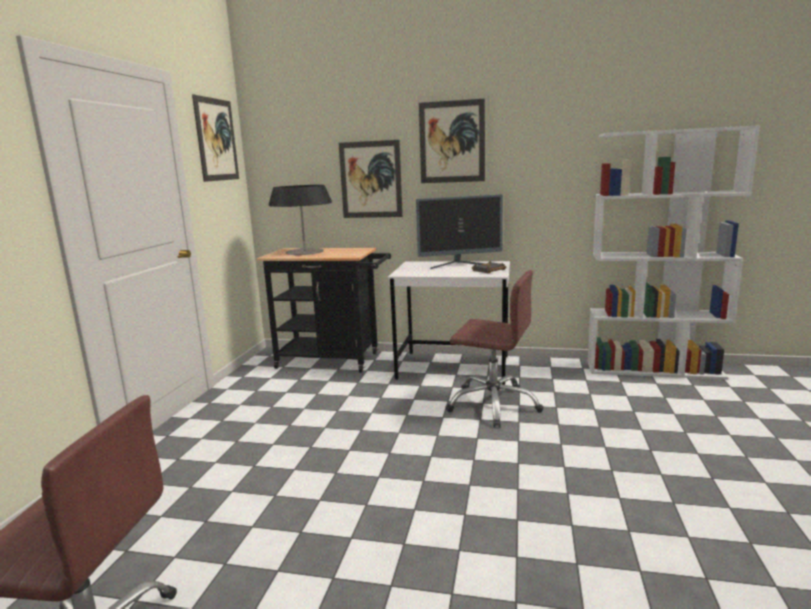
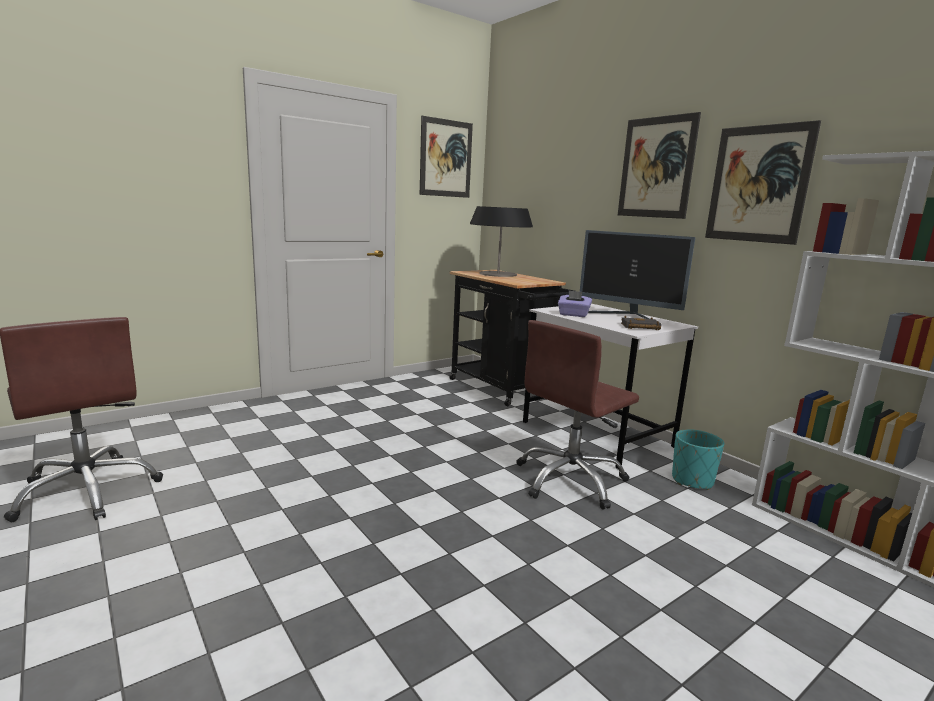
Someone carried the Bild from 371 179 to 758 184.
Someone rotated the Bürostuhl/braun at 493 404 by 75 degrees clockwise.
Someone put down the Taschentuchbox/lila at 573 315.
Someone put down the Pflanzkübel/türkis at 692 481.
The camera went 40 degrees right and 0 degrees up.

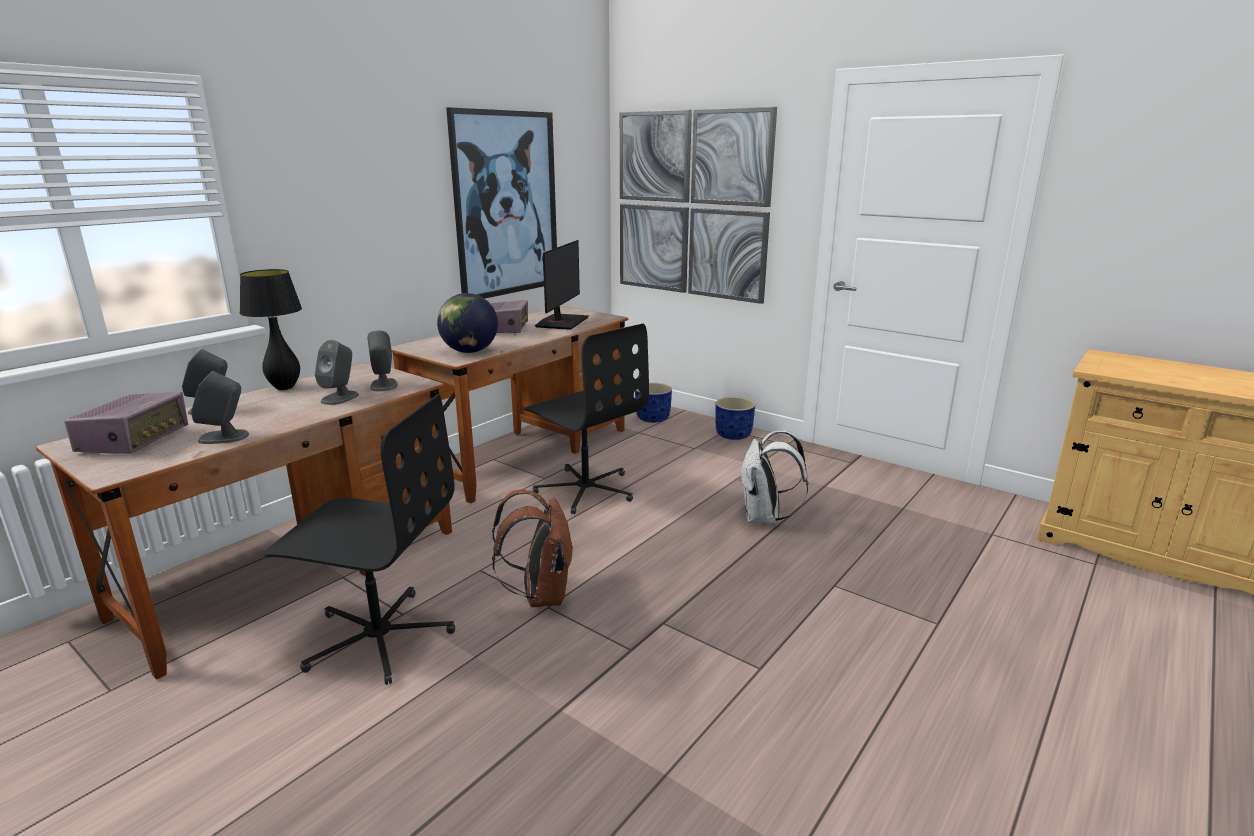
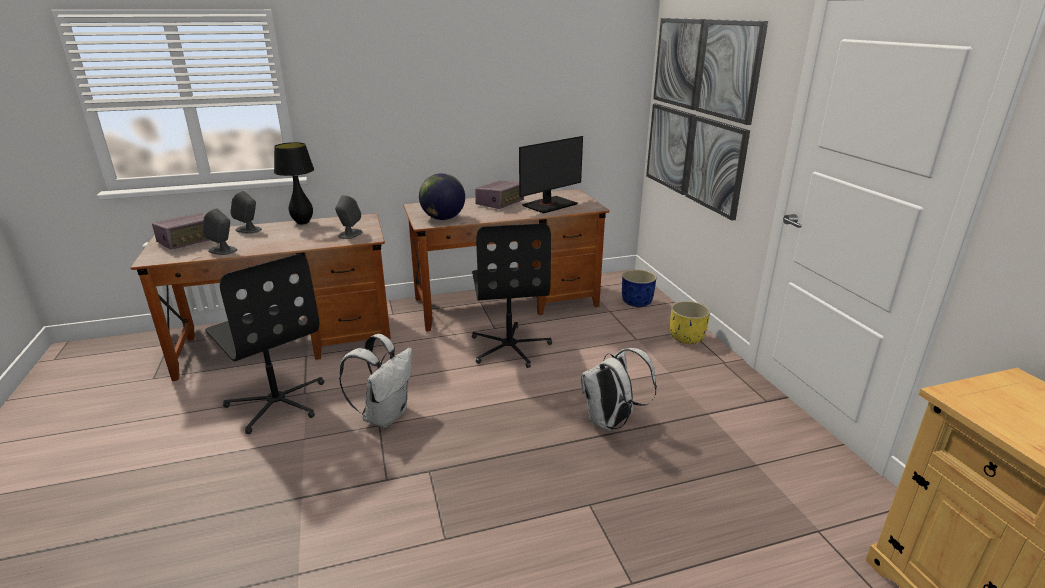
Someone took away the Lautsprecher/grau at 340 398.
Someone took away the Bild at 506 205.
Someone repainted the Rucksack/braun at 540 595, which became the Rucksack/weiß at 385 415.
Someone repainted the Pflanzkübel/blau at 733 435, which became the Pflanzkübel/gelb at 687 338.
The camera went 35 degrees right and 5 degrees up.

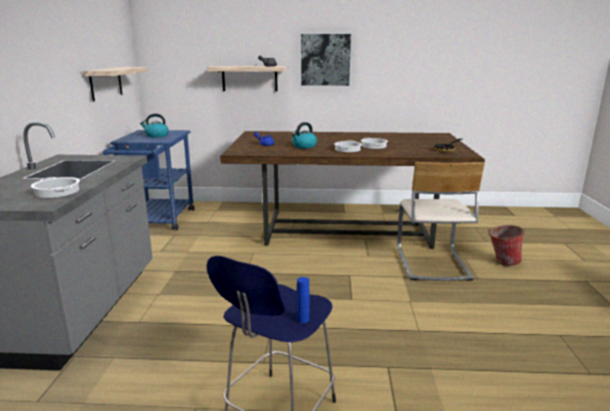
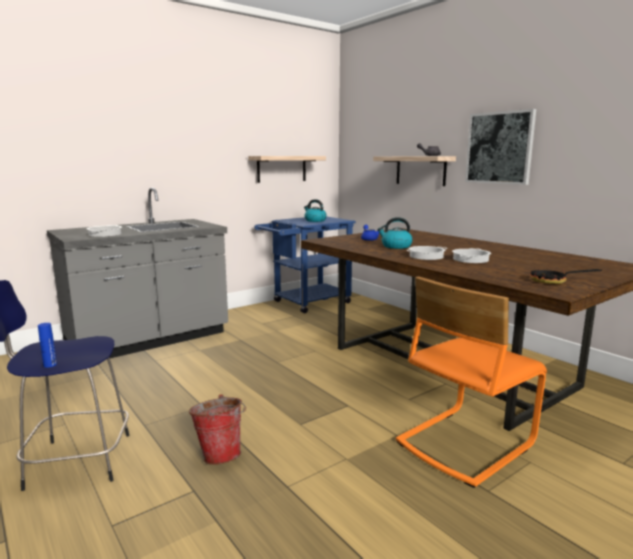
Someone repainted the Stuhl/beige at 431 264, which became the Stuhl/orange at 464 443.
Someone carried the Eimer from 502 262 to 220 454.
The camera went 50 degrees right and 5 degrees down.

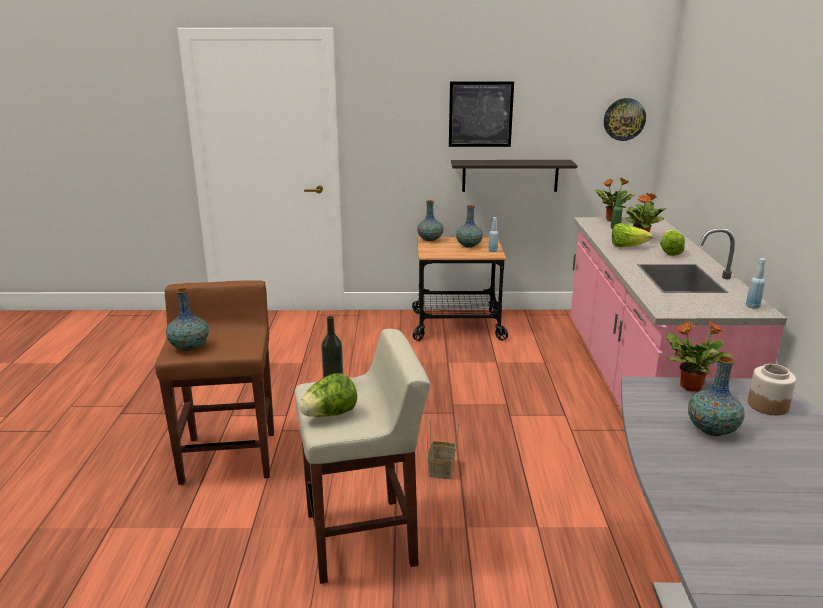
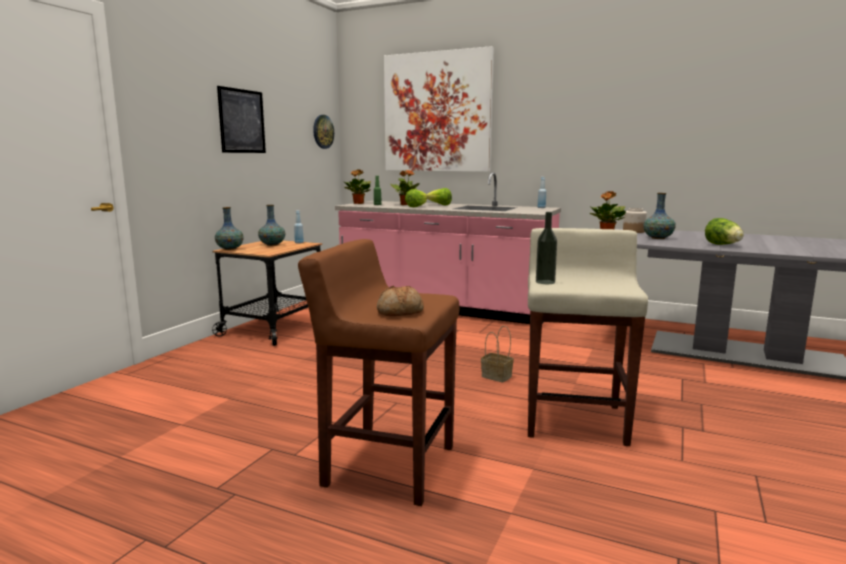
Someone swapped the Vase at 189 347 for the Brot at 399 312.
Someone carried the Salatkopf from 329 414 to 723 245.
Someone took away the Wandregal at 510 175.
Someone put up the Bild at 437 112.
The camera went 65 degrees left and 10 degrees down.

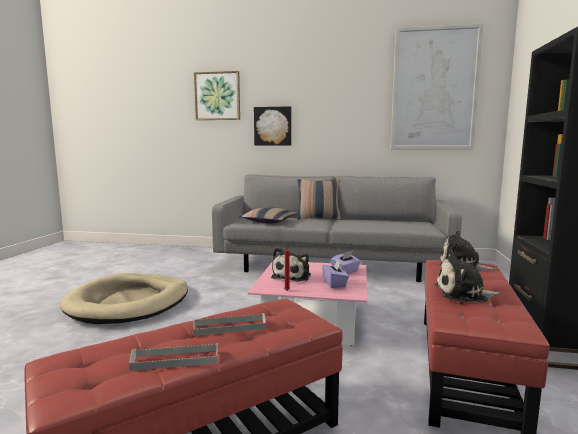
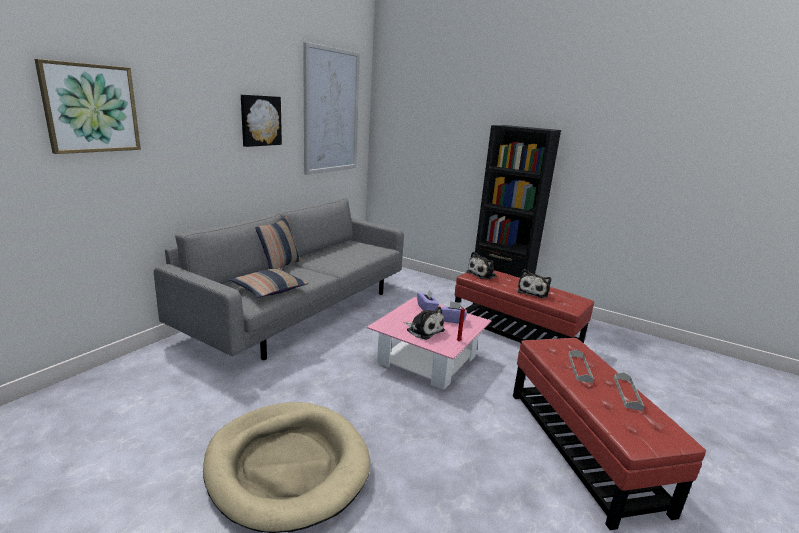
Someone carried the Bild from 273 126 to 260 120.
The camera went 70 degrees left and 10 degrees up.

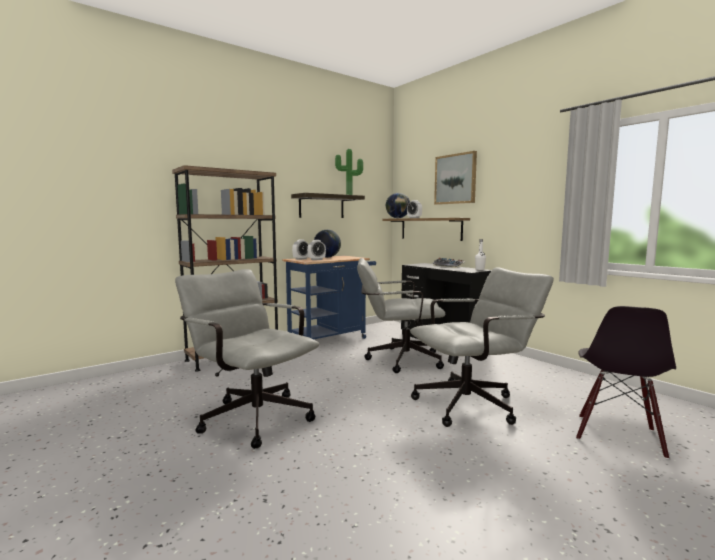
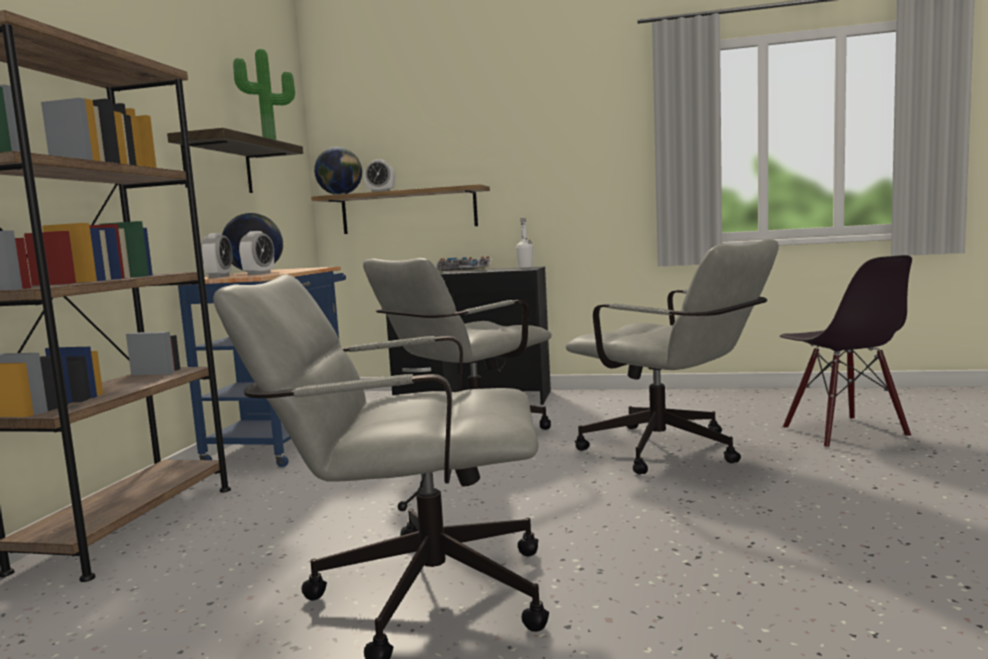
Someone rotated the Bürostuhl/grau at 474 404 by 105 degrees clockwise.
Someone took away the Bild at 455 179.
The camera went 40 degrees left and 0 degrees up.

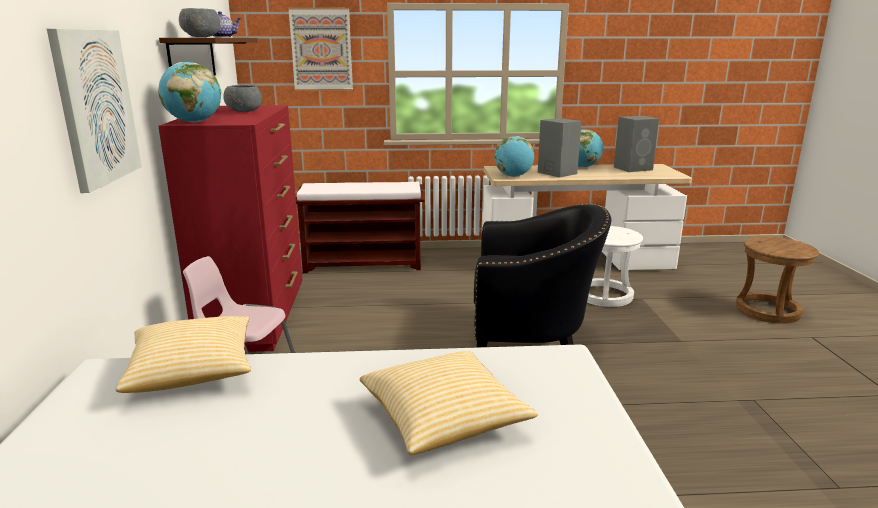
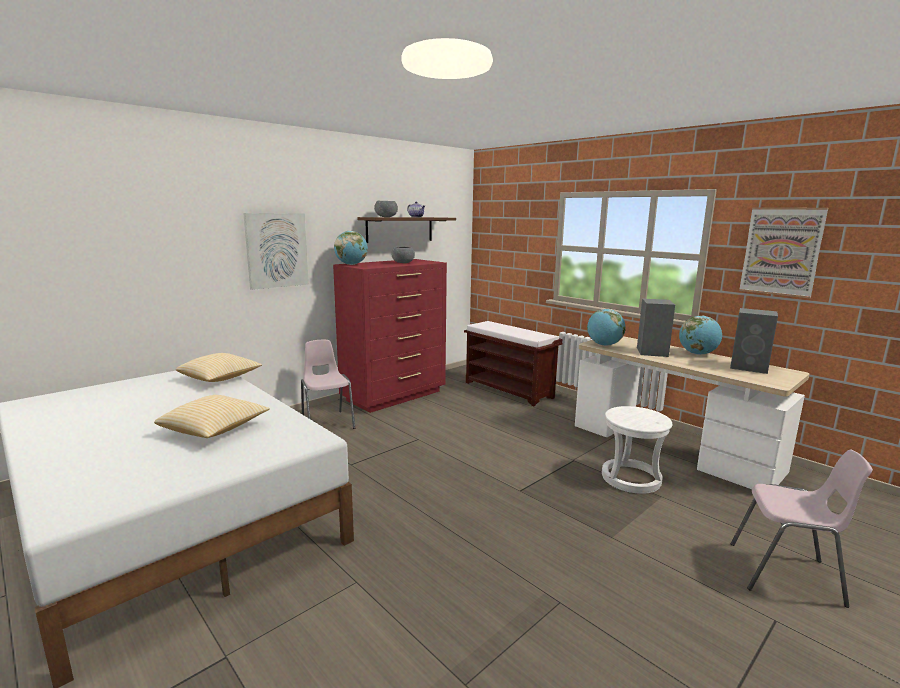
Someone carried the Bild from 321 50 to 781 251.
Someone took away the Sessel/schwarz at 532 339.
Someone swapped the Hocker/braun at 768 310 for the Stuhl/rosa at 786 575.
The camera went 50 degrees right and 5 degrees down.

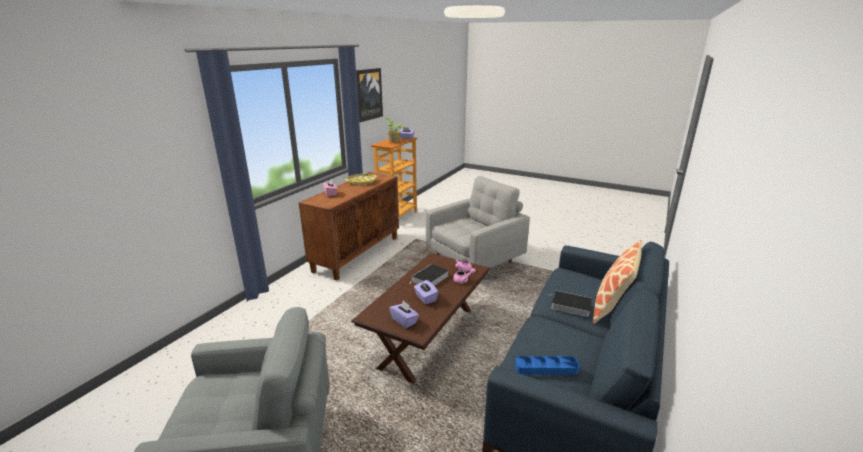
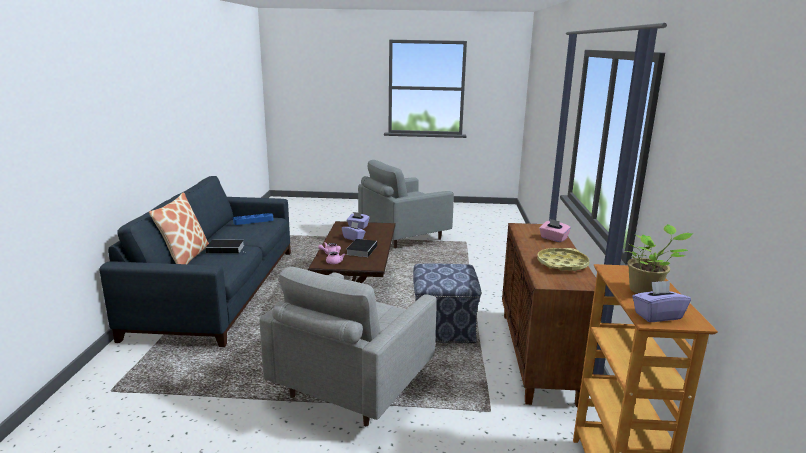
Someone took away the Bild at 368 94.
Someone put down the Polsterhocker at 443 328.
The camera went 155 degrees right and 5 degrees down.

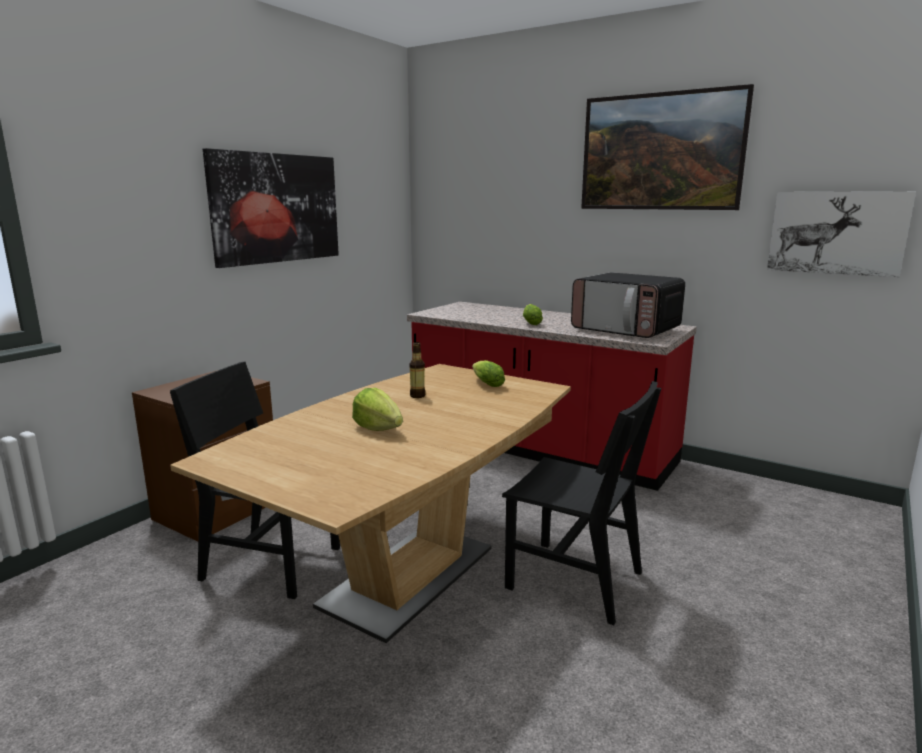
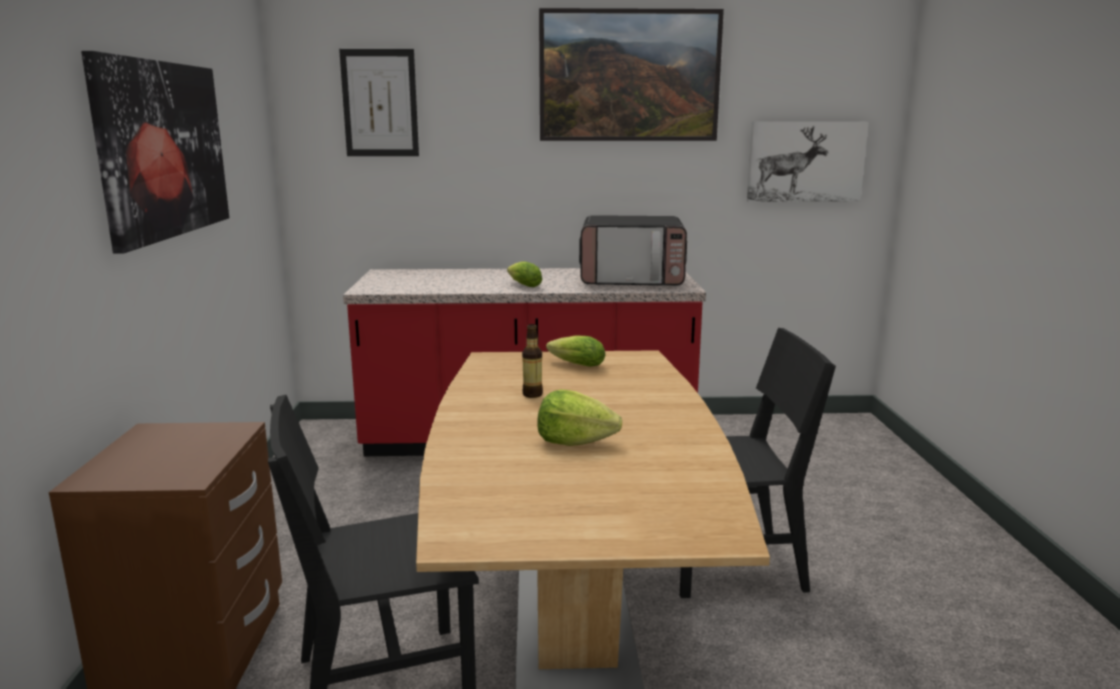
Someone put up the Bild at 380 103.
The camera went 35 degrees left and 0 degrees up.

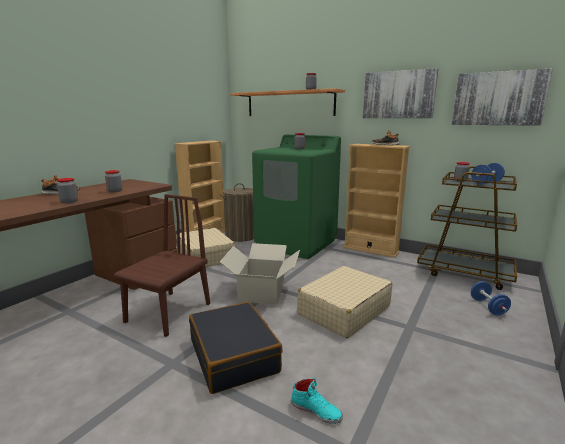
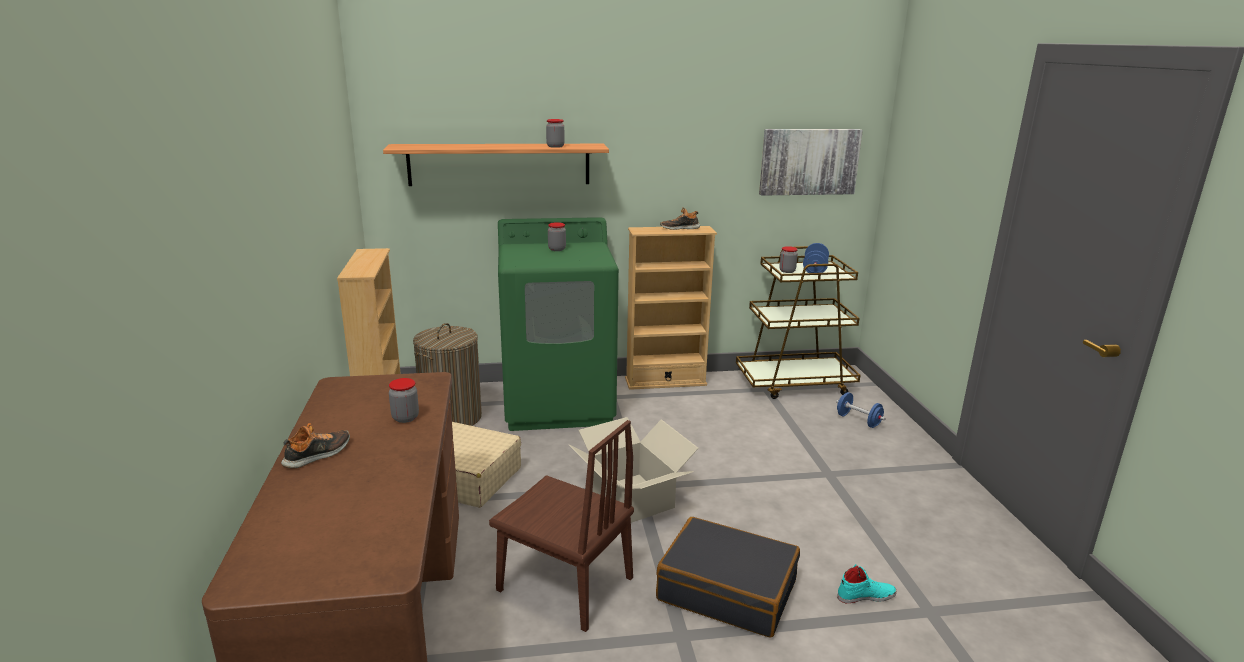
Someone took away the Vorratsglas at 69 202.
Someone rotated the Stuhl/braun at 168 312 by 135 degrees clockwise.
Someone took away the Koffer/beige at 344 310.
Someone took away the Bild at 398 95.
The camera went 40 degrees left and 5 degrees up.

